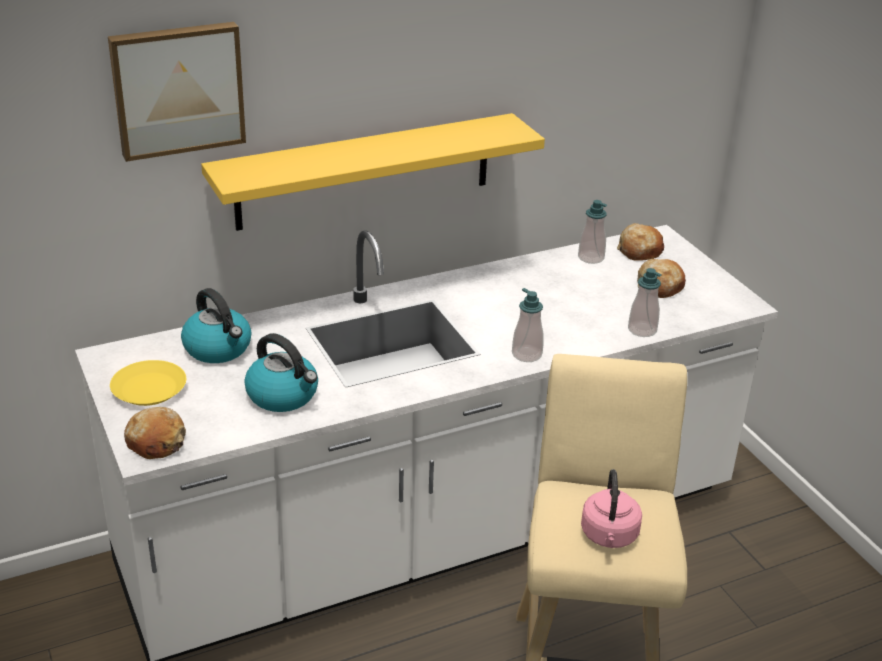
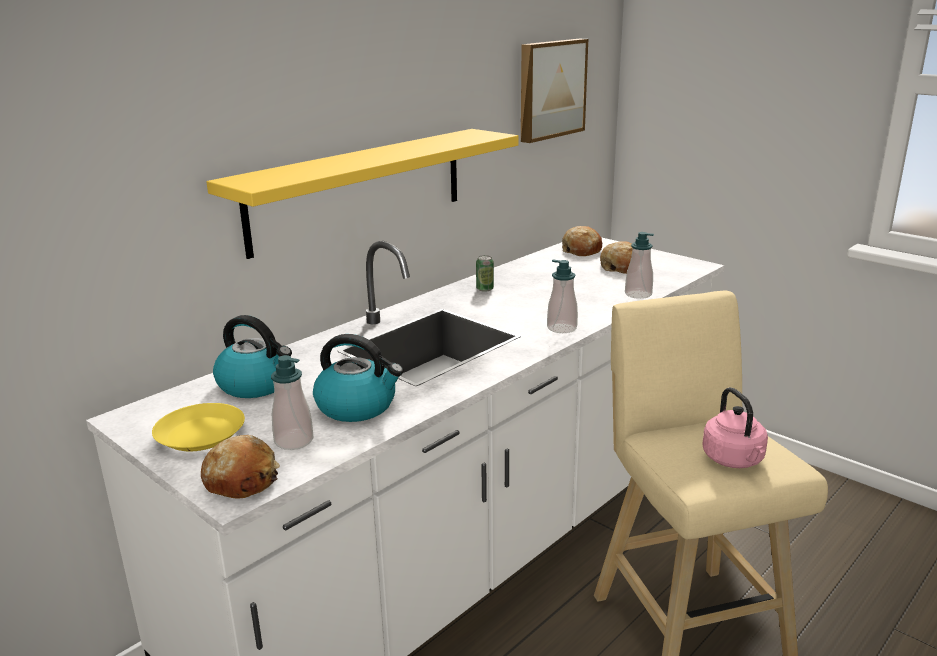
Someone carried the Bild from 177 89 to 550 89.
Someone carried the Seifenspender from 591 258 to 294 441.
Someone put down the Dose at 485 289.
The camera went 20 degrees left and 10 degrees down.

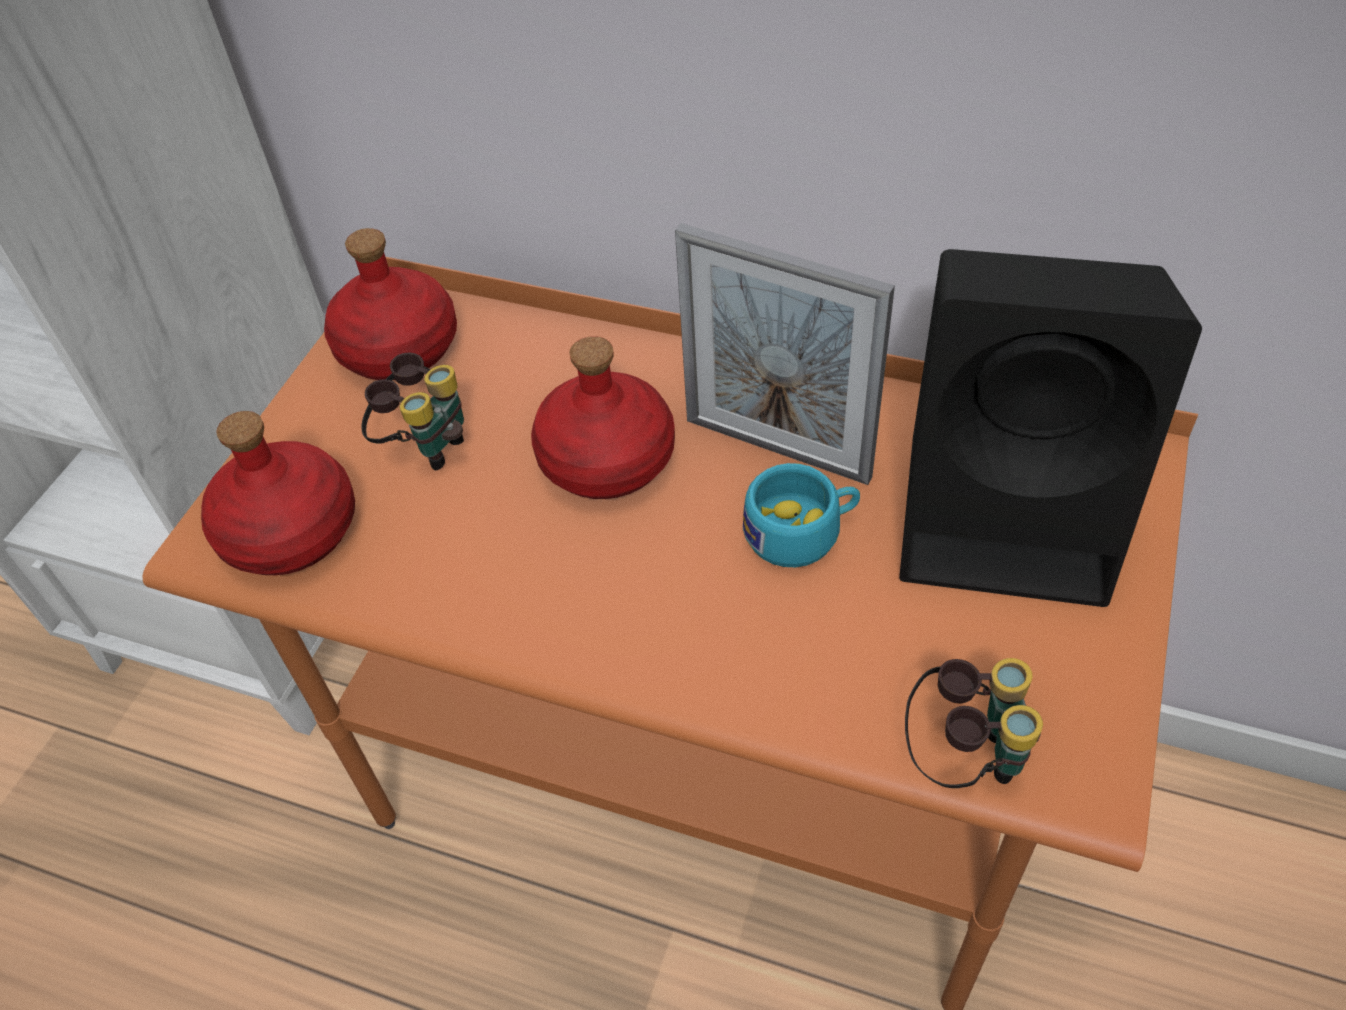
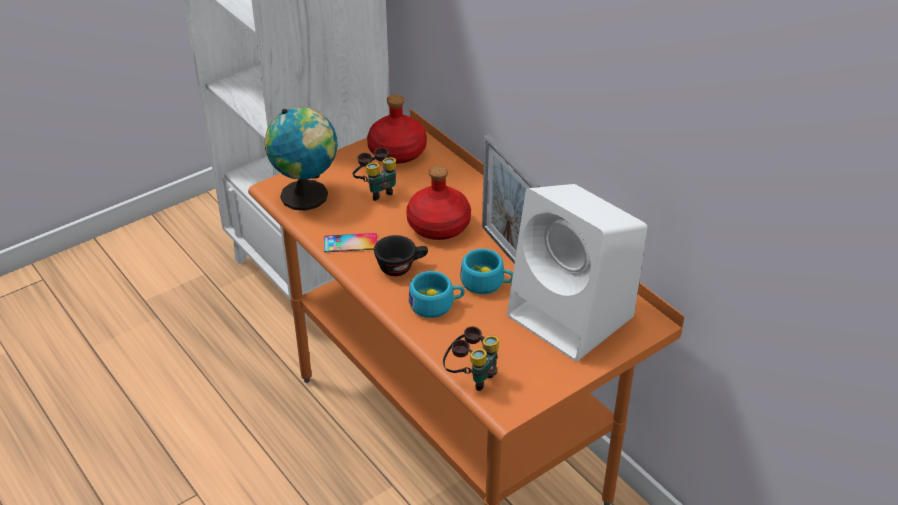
Someone swapped the Flasche/rot at 291 530 for the Globus at 307 196.
Someone repainted the Lautsprecher/schwarz at 1011 517, which became the Lautsprecher/weiß at 573 317.
Someone put down the Handy at 350 243.
Someone put down the Tasse/schwarz at 401 266.
Someone put down the Tasse/türkis at 436 304.
The camera went 30 degrees right and 10 degrees down.

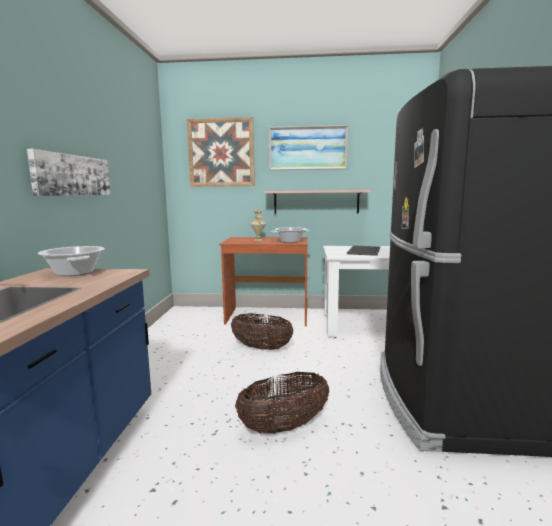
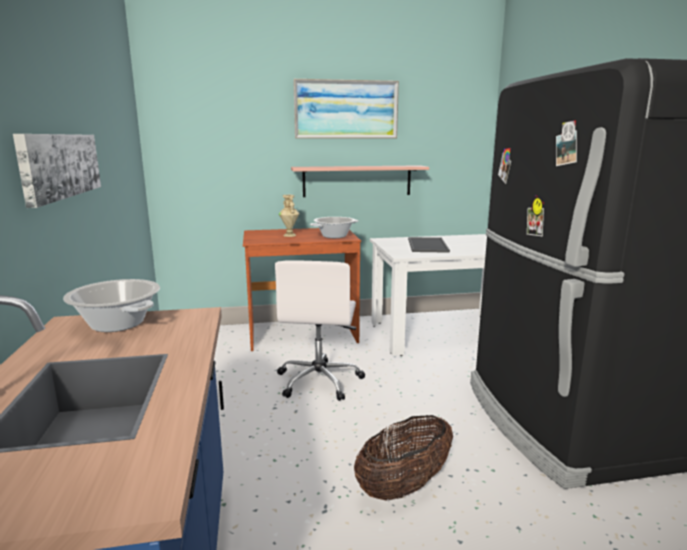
Someone took away the Bild at 221 153.
Someone swapped the Korb at 261 348 for the Bürostuhl/weiß at 319 380.
The camera went 15 degrees left and 5 degrees up.

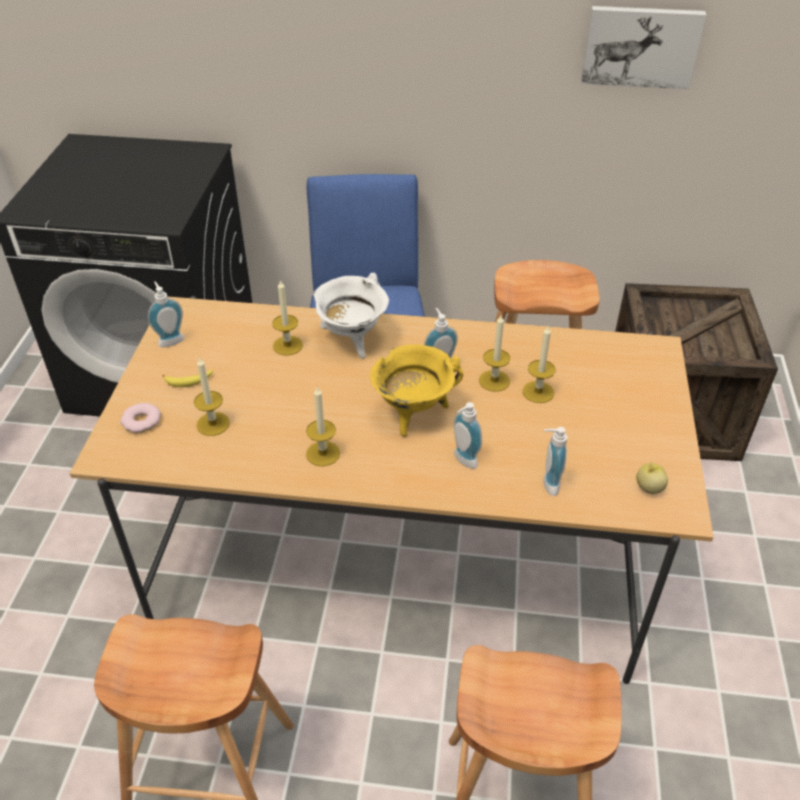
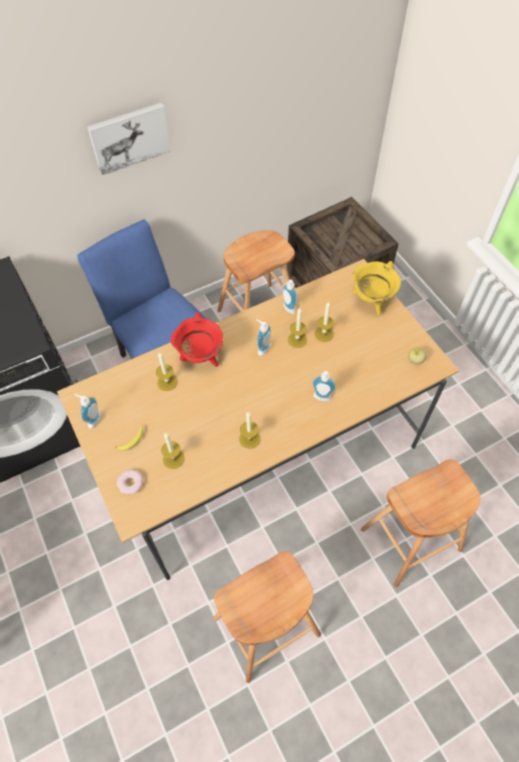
Someone repainted the Kochtopf/weiß at 352 340, which became the Kochtopf/rot at 200 357.
Someone carried the Kochtopf/gelb from 413 414 to 371 301.
Someone carried the Seifenspender from 547 484 to 287 309.
Someone carried the Bild from 641 46 to 129 137.
The camera went 35 degrees left and 15 degrees up.

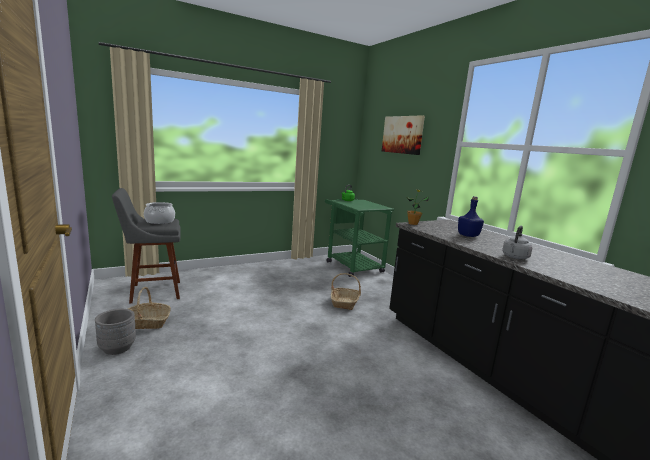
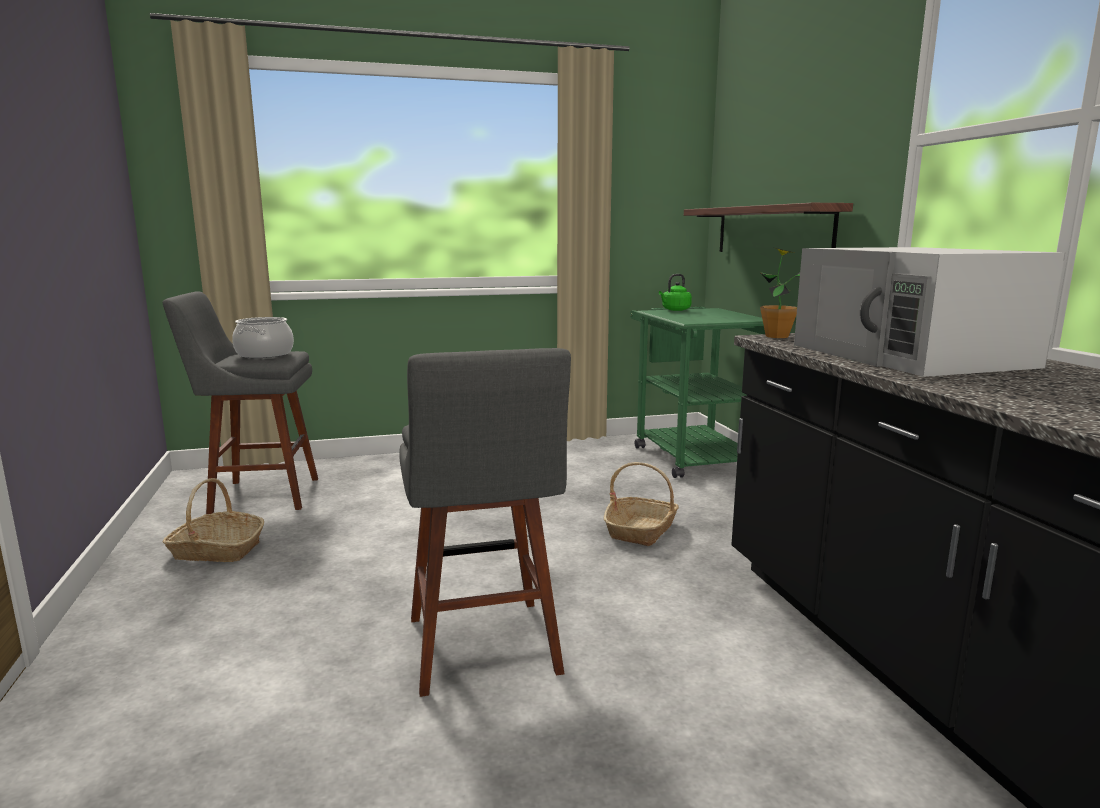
Someone took away the Pflanzkübel/grau at 117 348.
Someone took away the Bild at 402 135.
Someone swapped the Flasche/blau at 468 236 for the Mikrowelle/weiß at 910 356.
Someone took away the Wasserkessel/grau at 514 257.
Someone put down the Hocker/grau at 483 650.
Someone put up the Wandregal at 771 231.
The camera went 15 degrees right and 0 degrees up.

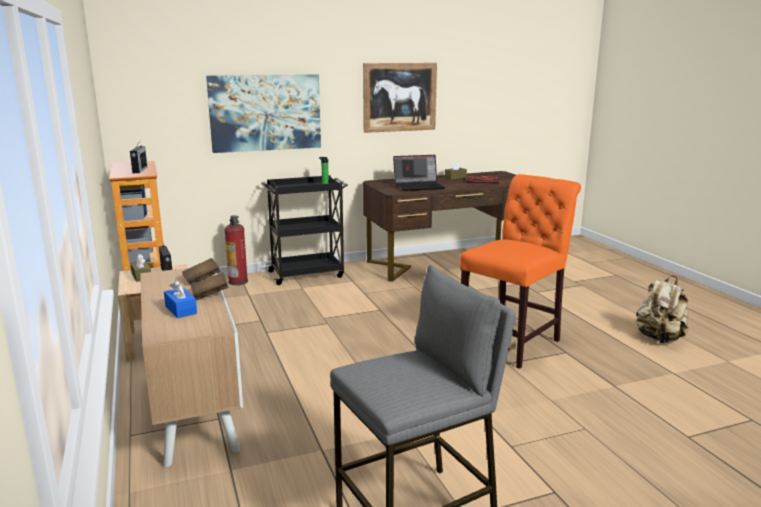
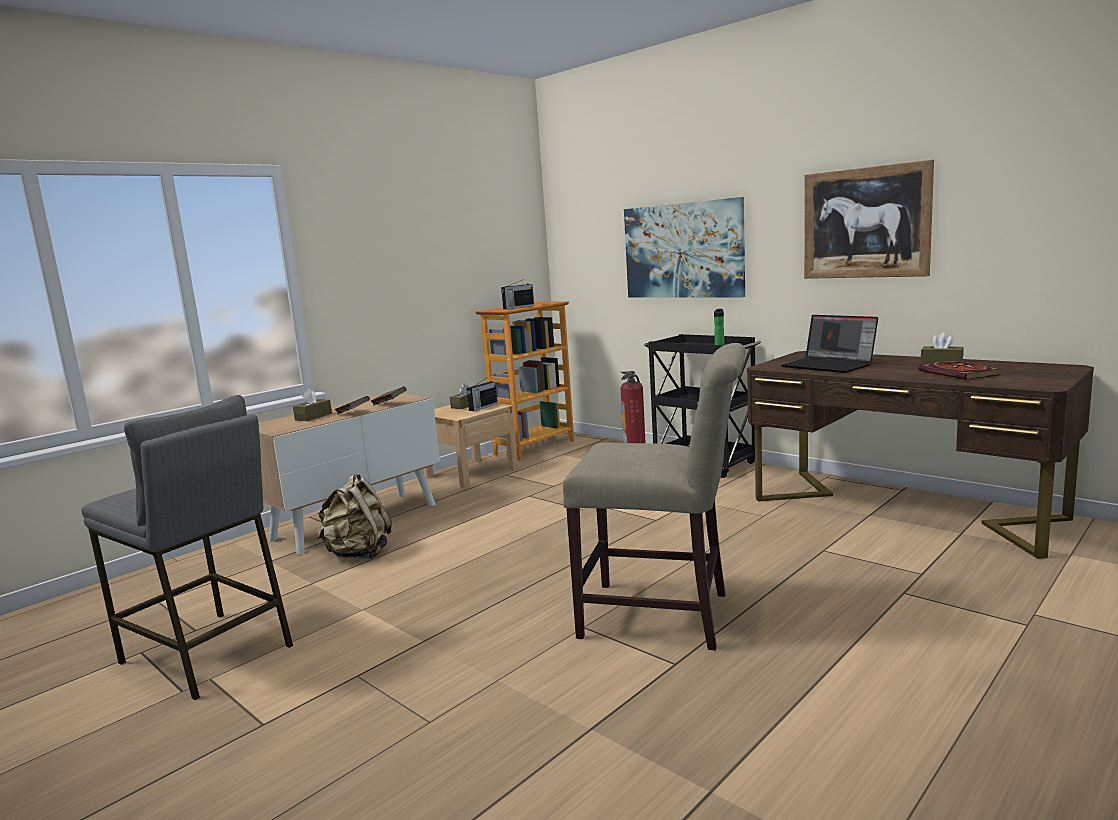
Someone repainted the Taschentuchbox/blau at 181 310, which became the Taschentuchbox/braun at 313 417.
Someone repainted the Stuhl/orange at 514 341, which became the Stuhl/beige at 664 616.
Someone carried the Rucksack/beige from 659 338 to 359 554.
The camera went 65 degrees right and 5 degrees down.

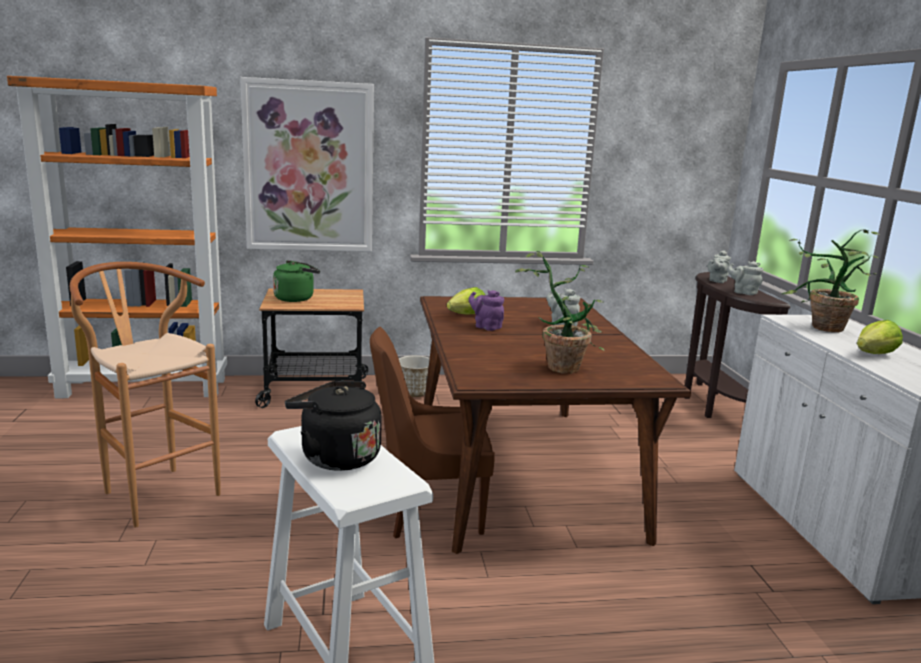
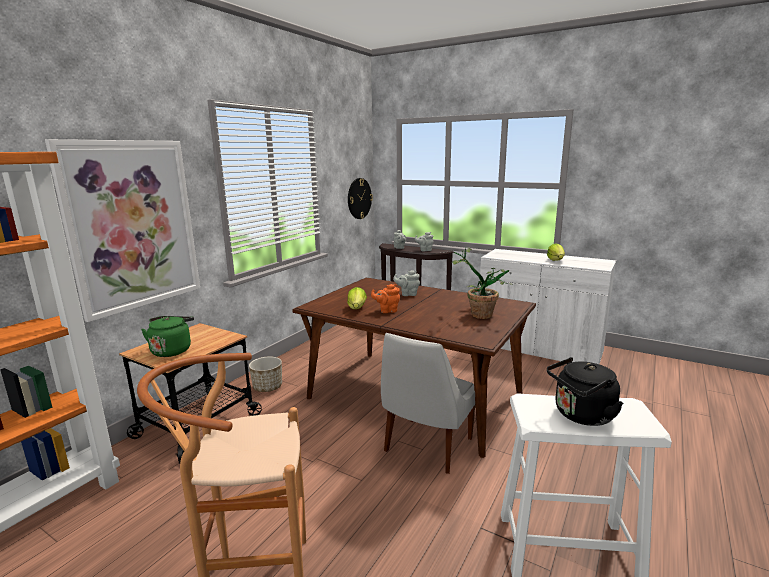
Someone repainted the Stuhl/braun at 427 510, which became the Stuhl/weiß at 426 447.
Someone repainted the Teekanne/lila at 486 327, which became the Teekanne/orange at 387 310.
Someone took away the Topfpflanze at 820 328.
Someone put up the Wanduhr at 359 198.
The camera went 50 degrees left and 0 degrees up.

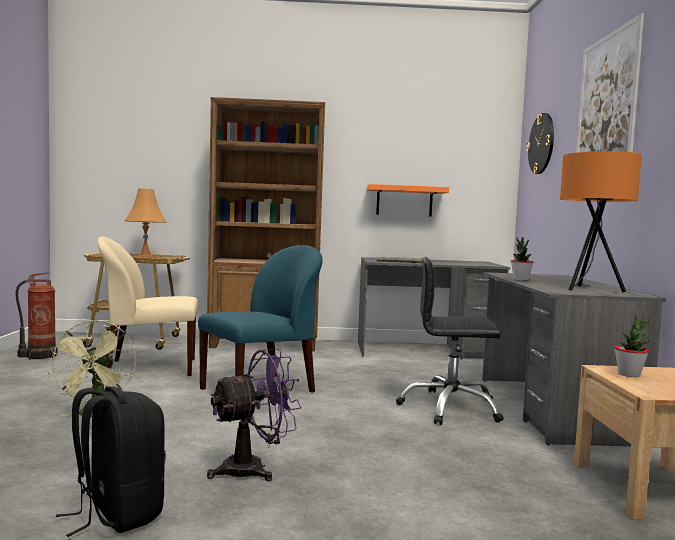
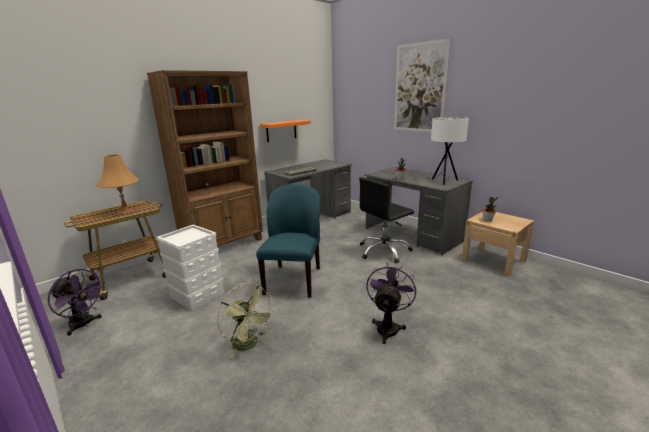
Someone swapped the Feuerlöscher at 40 356 for the Ventilator/lila at 84 325.
Someone took away the Rucksack/schwarz at 117 514.
Someone swapped the Stuhl/beige at 149 368 for the Aufbewahrungsbox/weiß at 196 295.
Someone took away the Wanduhr at 541 143.
Someone repainted the Tischlampe/orange at 590 290, which became the Tischlampe/weiß at 443 181.
The camera went 40 degrees left and 15 degrees up.

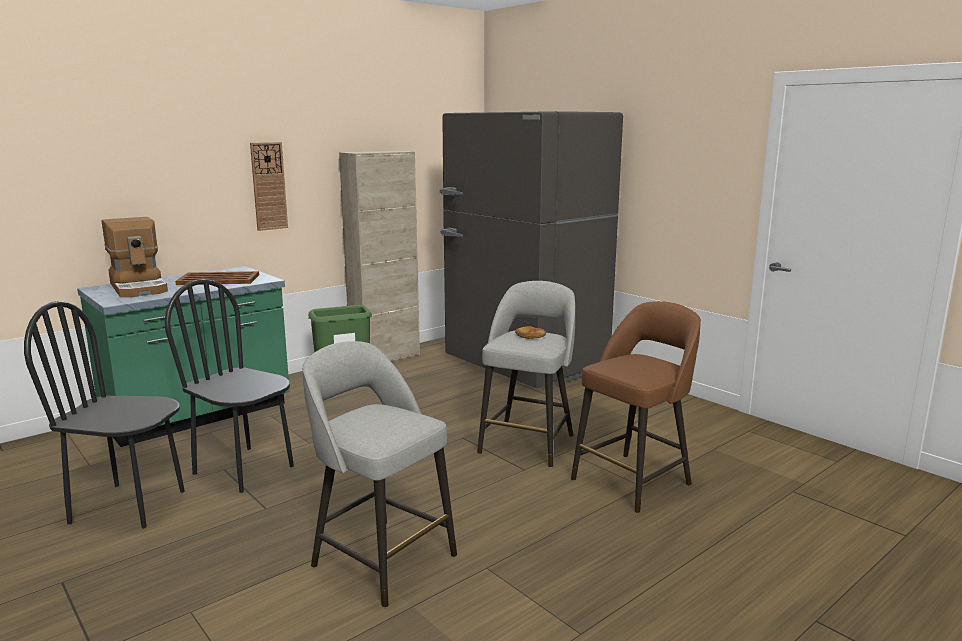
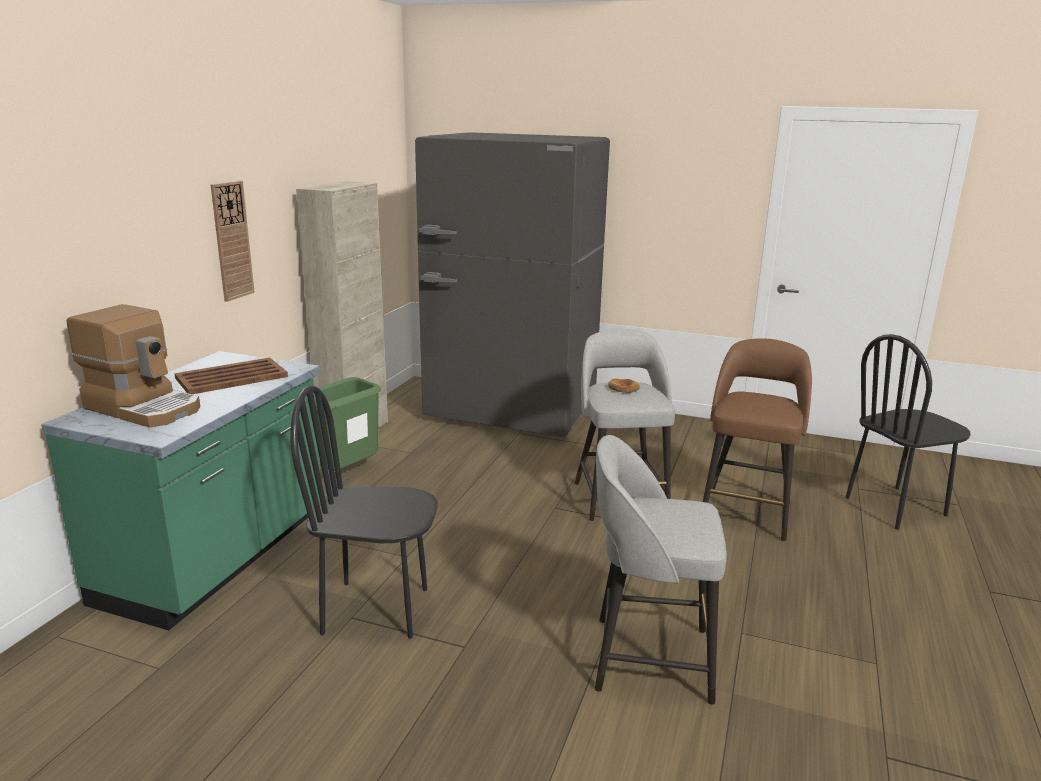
Someone carried the Stuhl/schwarz from 129 506 to 896 507.
The camera went 30 degrees left and 5 degrees up.

